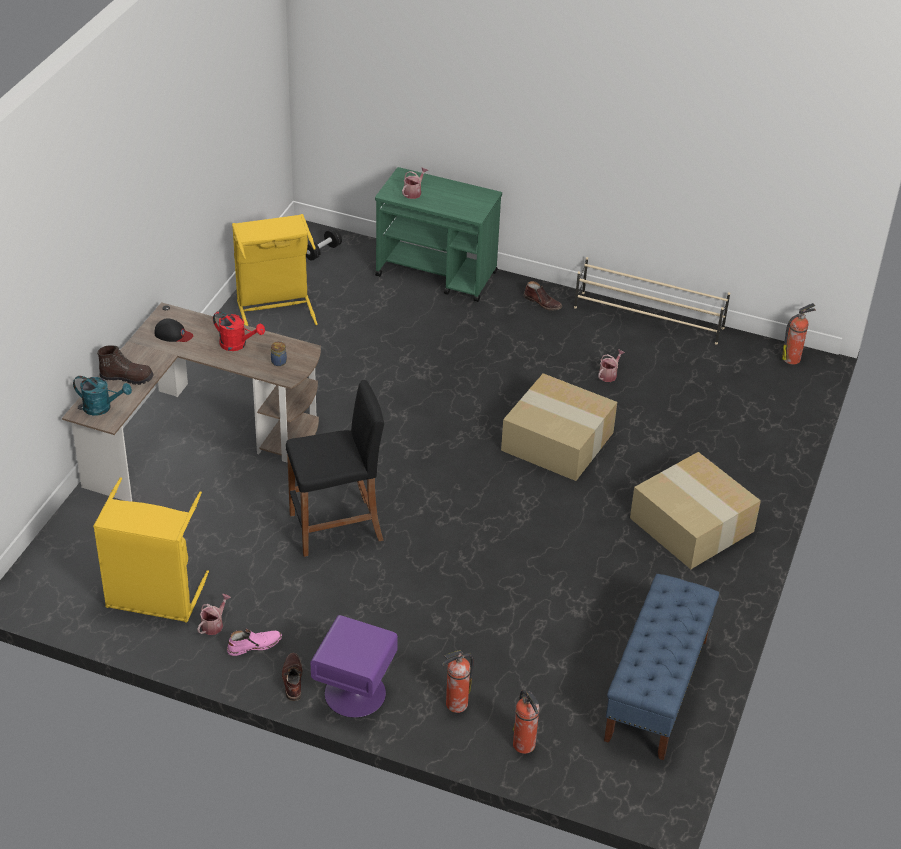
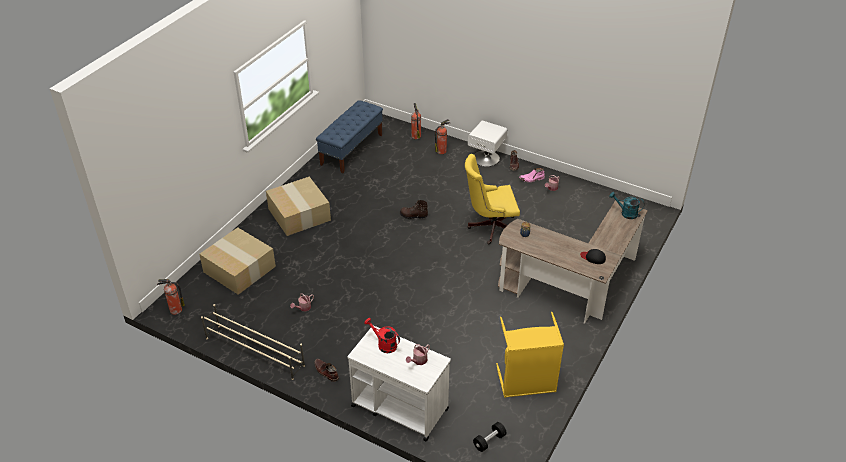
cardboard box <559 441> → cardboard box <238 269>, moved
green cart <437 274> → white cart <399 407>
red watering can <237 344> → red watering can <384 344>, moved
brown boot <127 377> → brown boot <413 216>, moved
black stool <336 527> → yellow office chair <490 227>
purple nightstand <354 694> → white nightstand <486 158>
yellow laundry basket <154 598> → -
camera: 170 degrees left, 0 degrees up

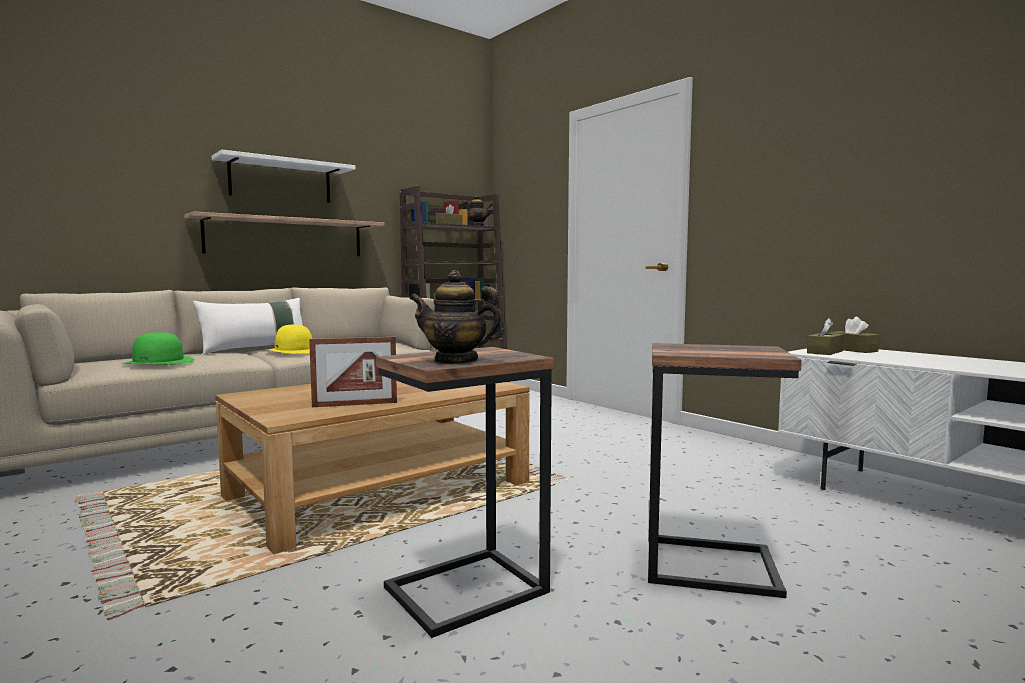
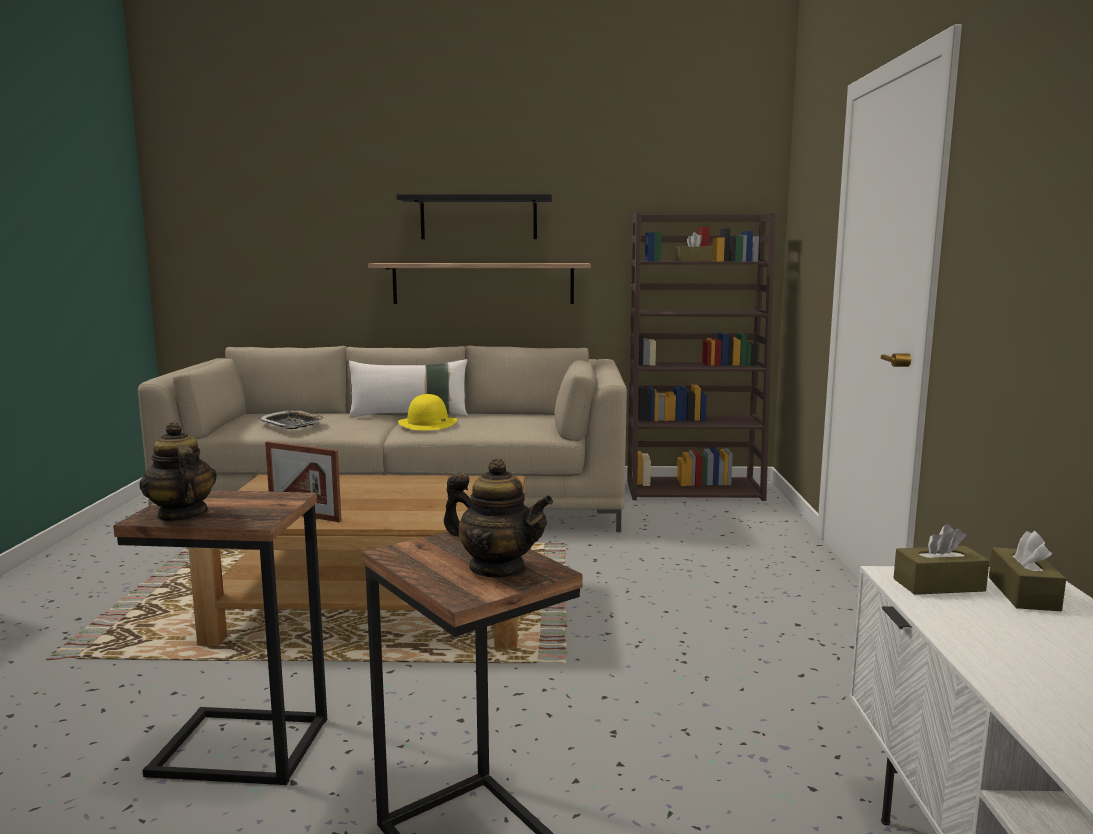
green hat <159 362> → tray <292 424>
white shelf <281 181> → black shelf <478 218>
teapot <476 226> → teapot <498 569>, moved
camera: 40 degrees right, 5 degrees up

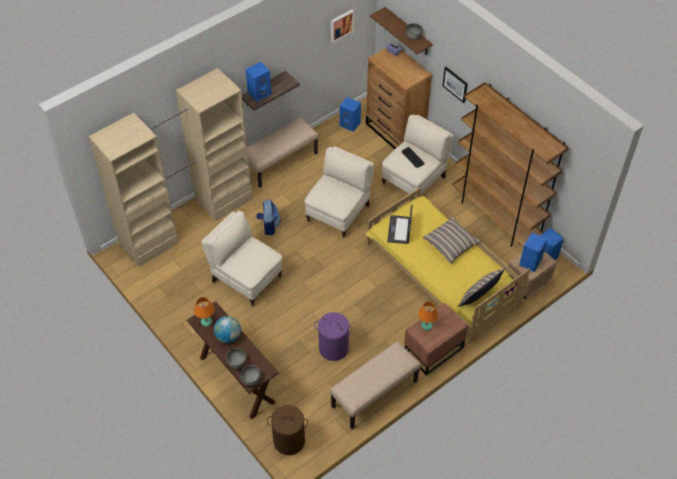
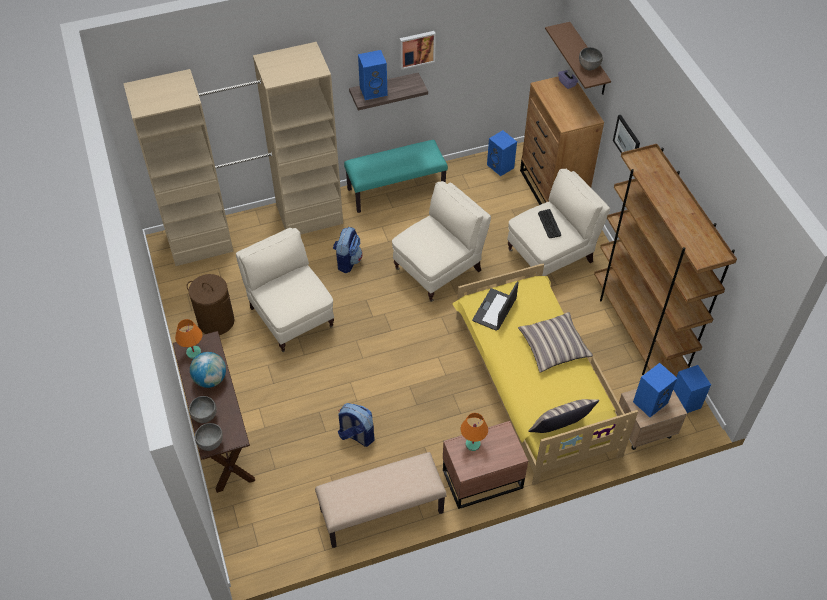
brown laundry basket <289 441> → brown laundry basket <216 321>, moved
purple laundry basket <333 348> → backpack <356 435>
beige bench <280 162> → turquoise bench <396 189>
picture <341 25> → picture <416 49>, moved
camera: 20 degrees right, 0 degrees up

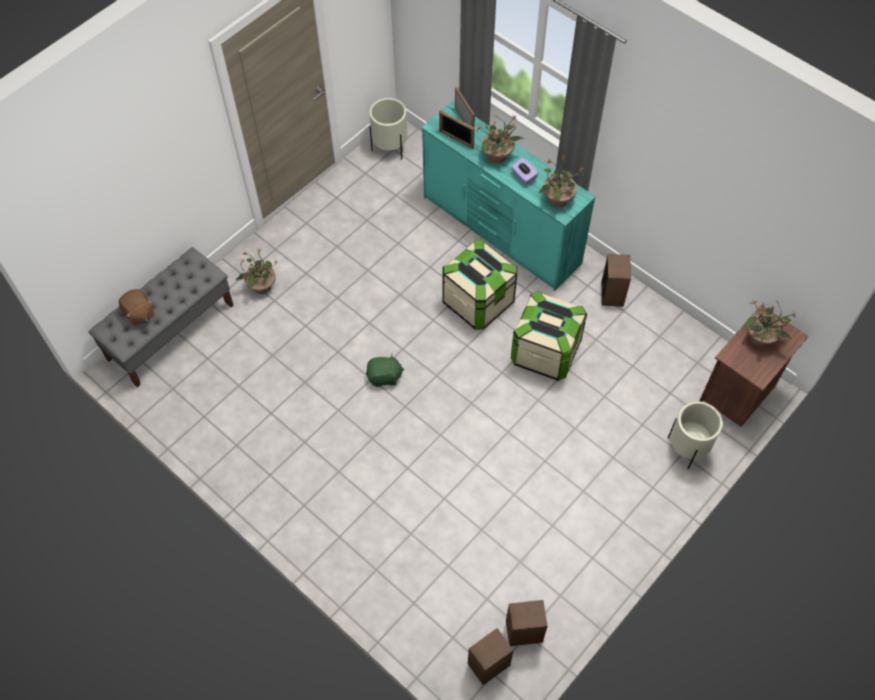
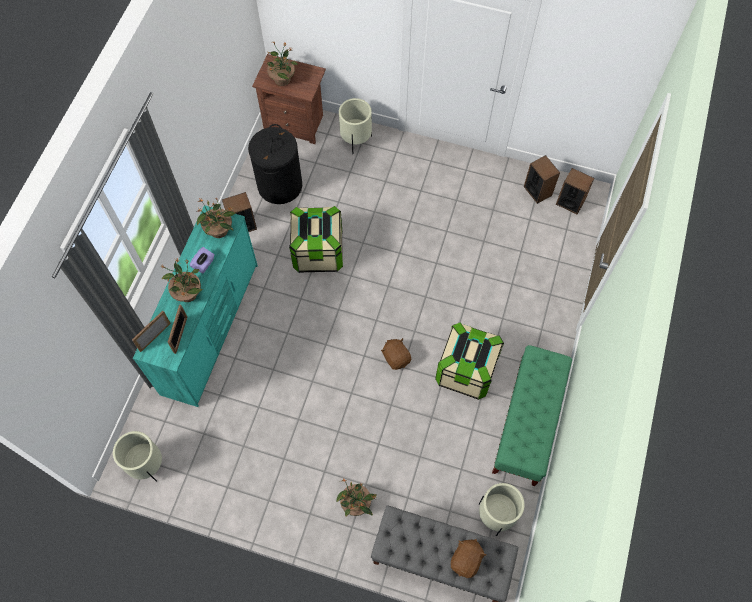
- → black laundry basket <279 185>
green plush toy <384 377> → brown plush toy <396 357>
storage box <478 301> → storage box <466 371>, moved
- → beige planter <496 515>
- → green bench <526 424>
camera: 115 degrees left, 5 degrees up

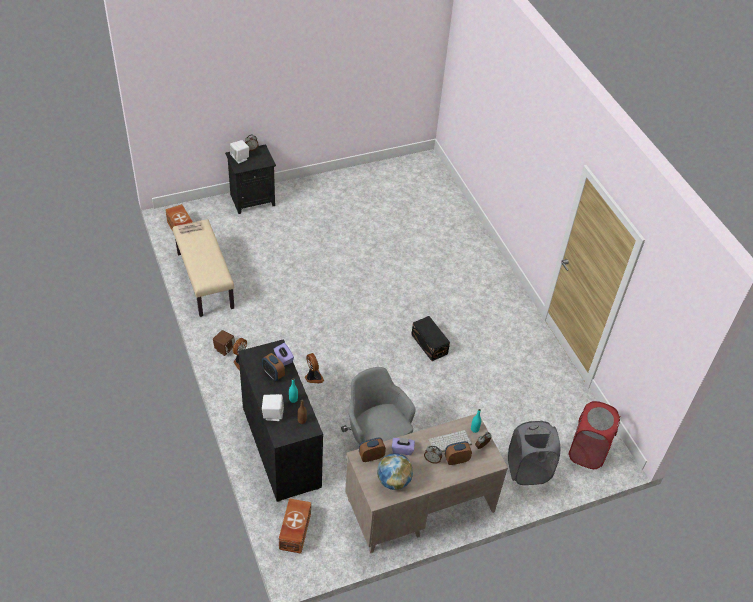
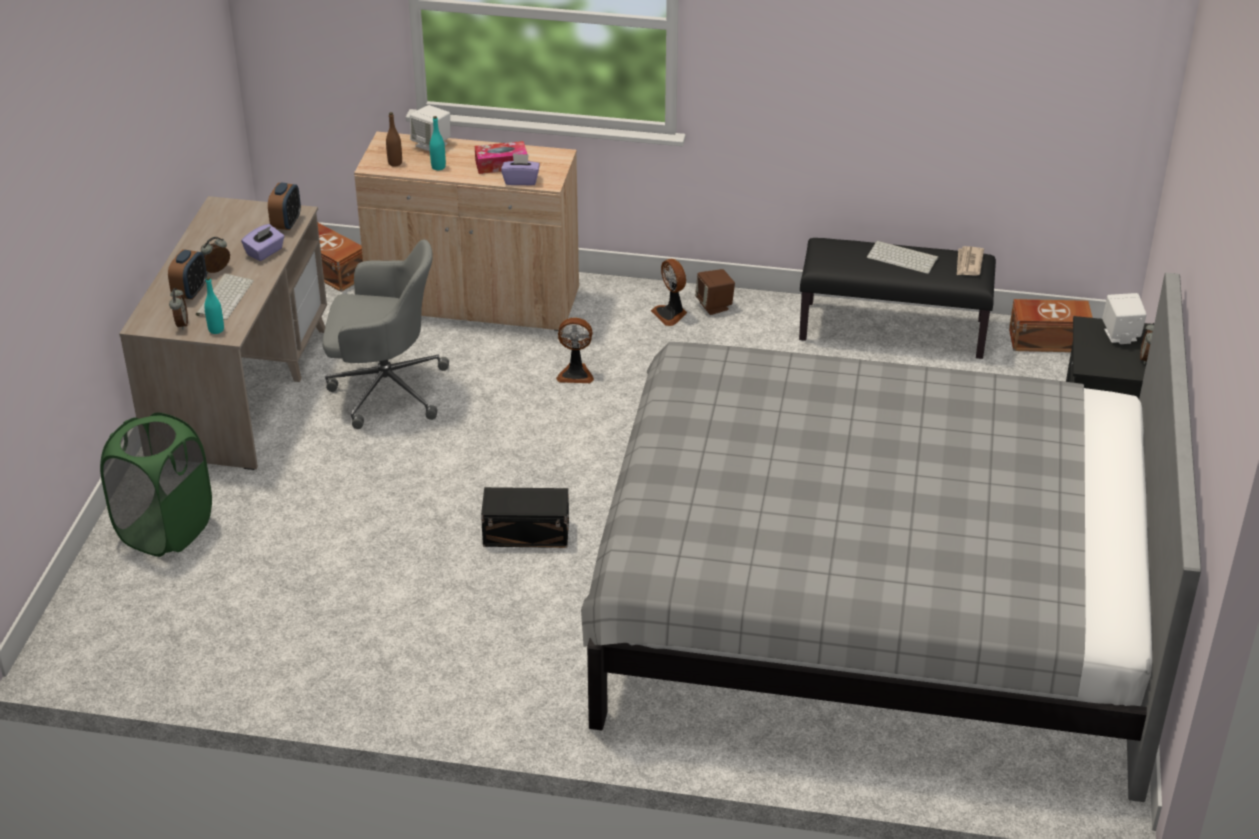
grey laundry basket <528 470> → green laundry basket <165 530>
black cabinet <281 447> → beige cabinet <474 301>
alarm clock <273 374> → tissue box <501 164>
- → grey bed <876 602>
beige bench <204 280> → black bench <893 329>
- → keyboard <903 258>
globe <393 480> → -
red laundry basket <587 451> → -
camera: 125 degrees right, 10 degrees down

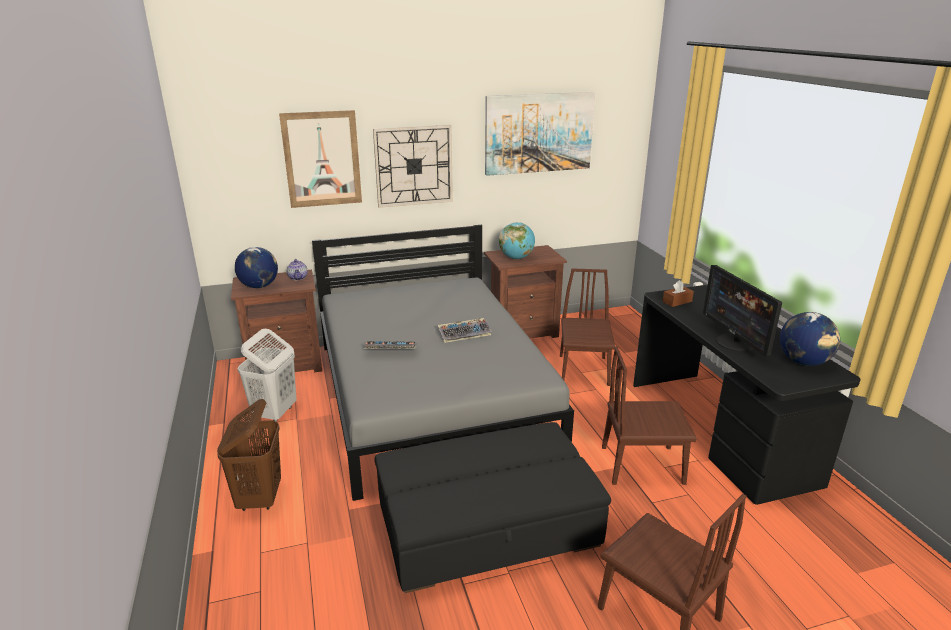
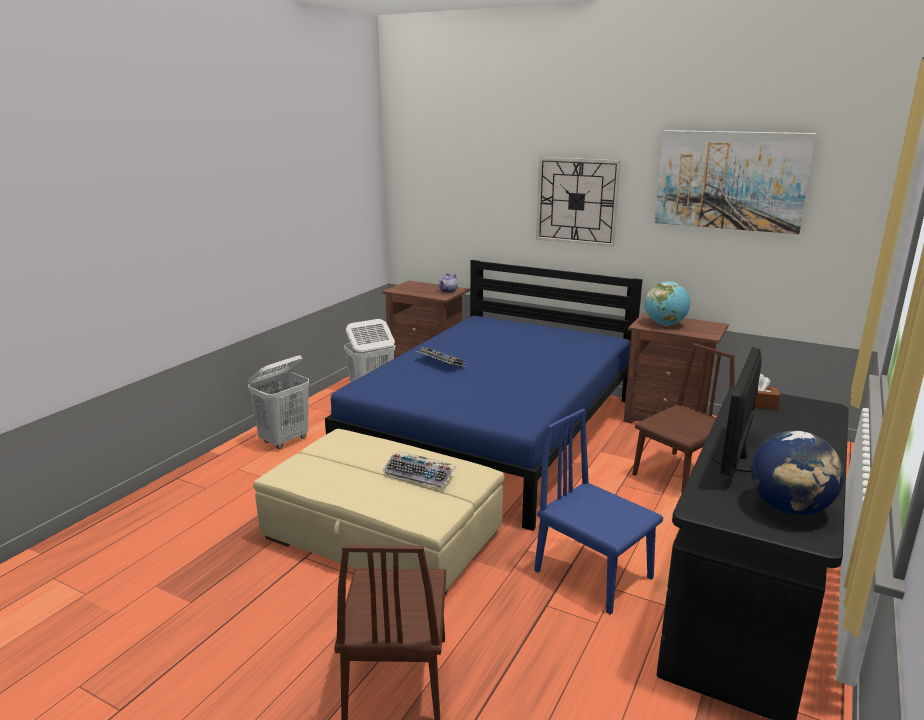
brown laundry basket <260 498> → white laundry basket <285 440>
black ottoman <487 526> → beige ottoman <382 535>
grey bed <431 395> → blue bed <495 432>
keyboard <465 334> → keyboard <420 475>, moved
brown chair <642 465> → blue chair <593 574>
globe <259 286> → -
picture <322 159> → -
camera: 45 degrees right, 5 degrees down

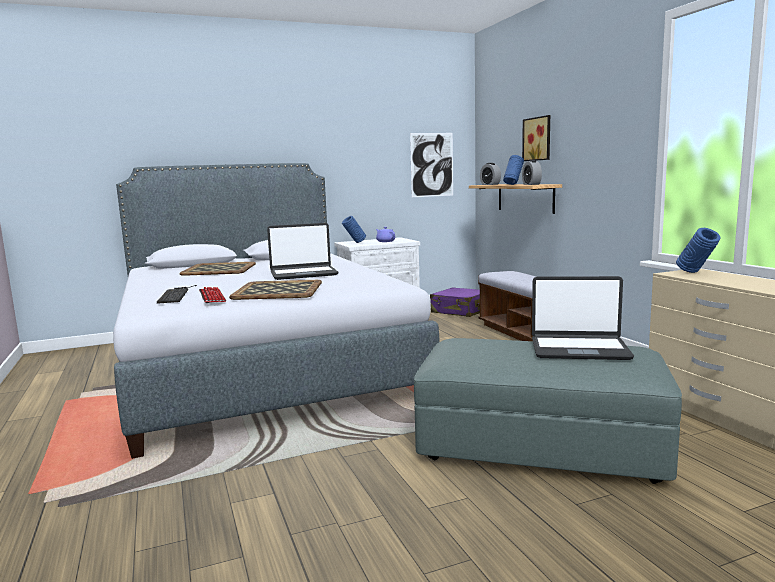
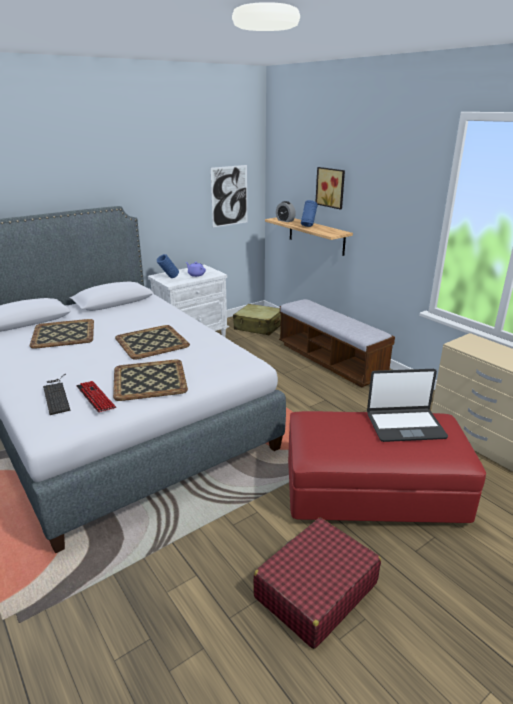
laptop <303 274> → tray <152 342>
purple suitcase <461 311> → beige suitcase <258 327>
- → red suitcase <315 590>
grey ottoman <540 445> → red ottoman <372 491>
alarm clock <531 184> → -
blue vase <696 273> → -
camera: 15 degrees left, 15 degrees up

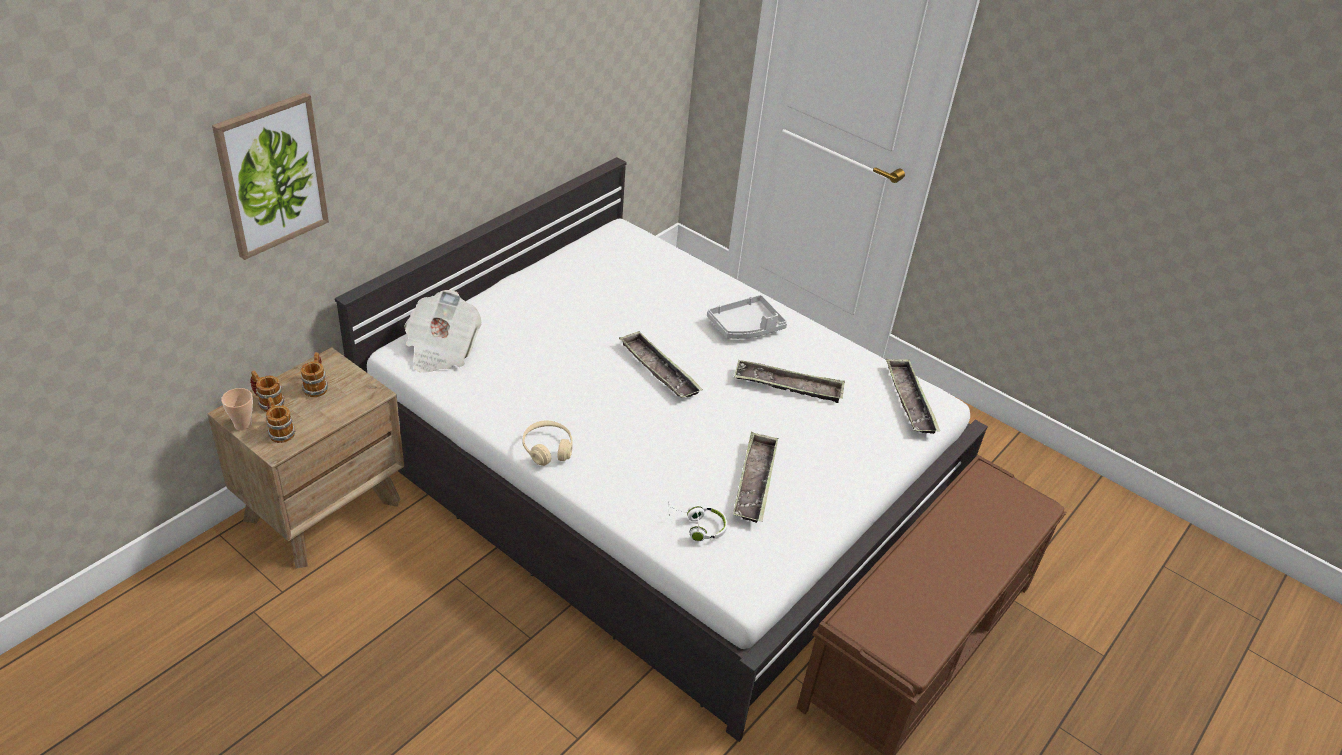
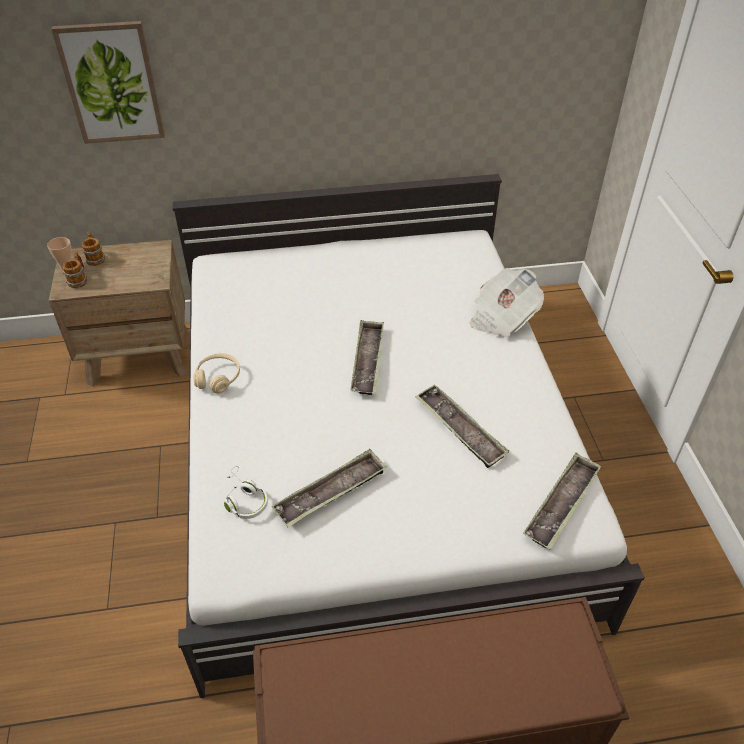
newspaper <441 349> → newspaper <502 317>, moved
mug <317 386> → -
grey tray <746 327> → -
camera: 45 degrees right, 5 degrees up

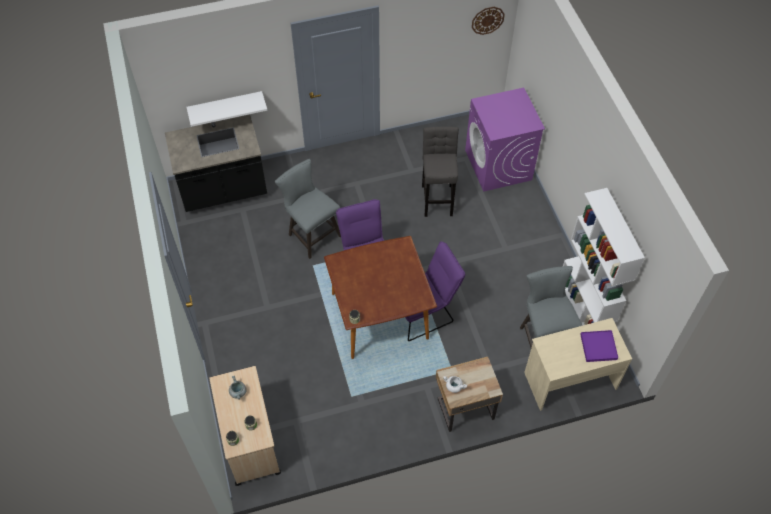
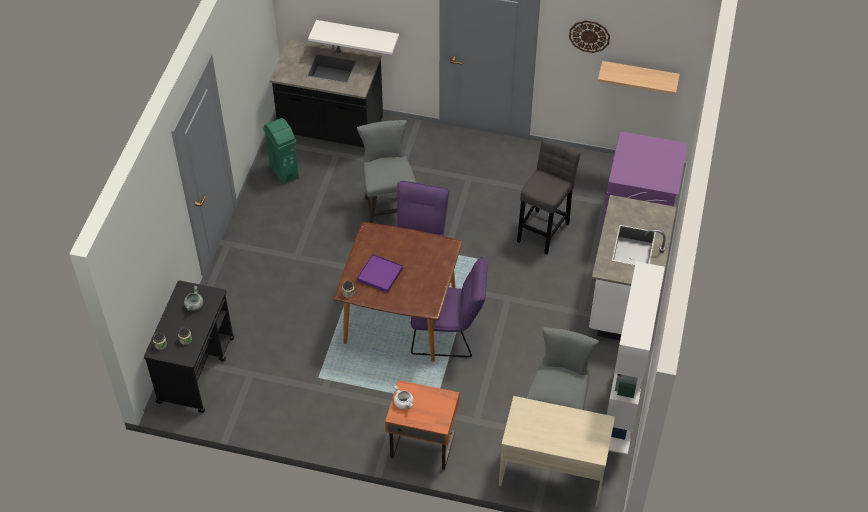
beige cart <250 440> → black cart <196 369>
- → green trash can <284 172>
purple tray <598 347> → purple tray <380 274>, moved
beige nightstand <464 407> → orange nightstand <422 443>
wall clock <487 20> → wall clock <589 36>, moved
- → white counter <624 299>
- → shelf <639 75>
camera: 30 degrees right, 5 degrees down

